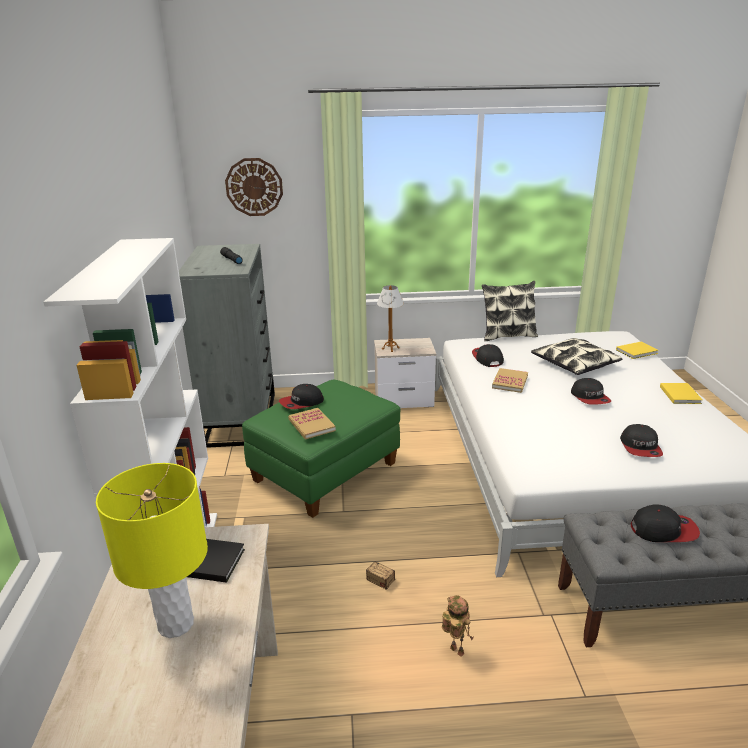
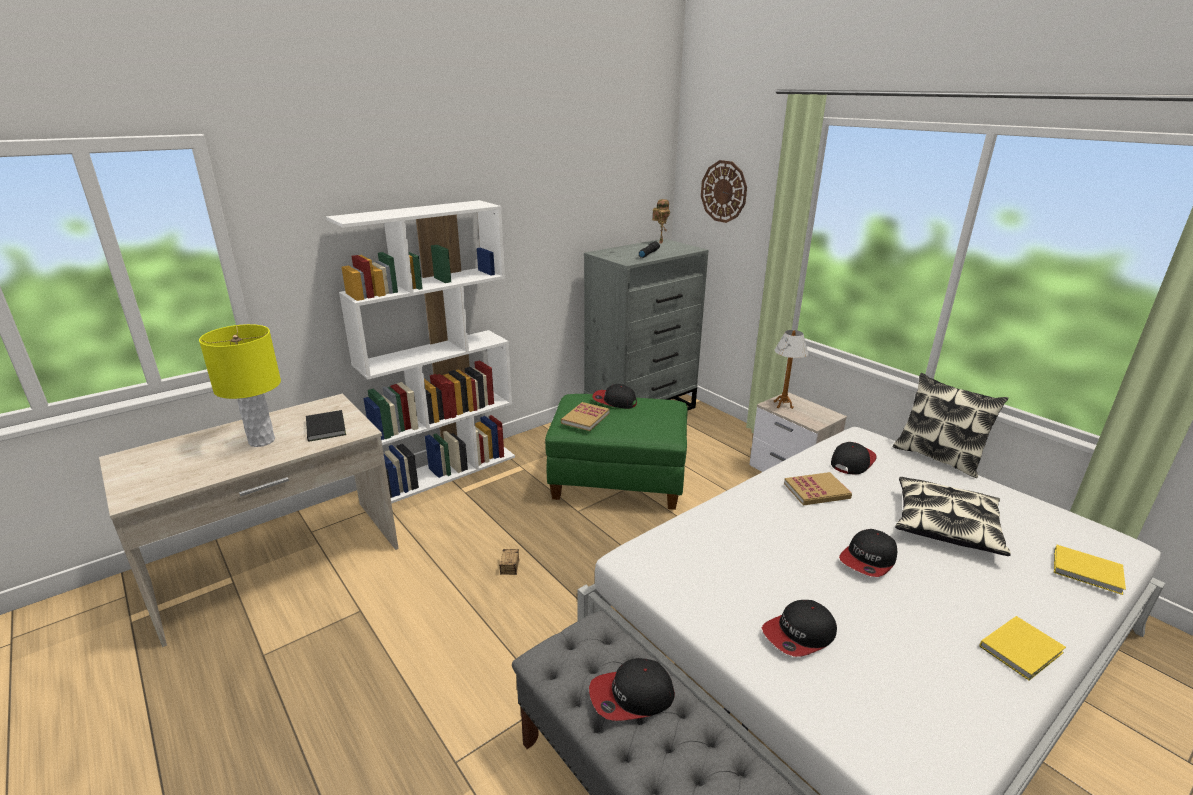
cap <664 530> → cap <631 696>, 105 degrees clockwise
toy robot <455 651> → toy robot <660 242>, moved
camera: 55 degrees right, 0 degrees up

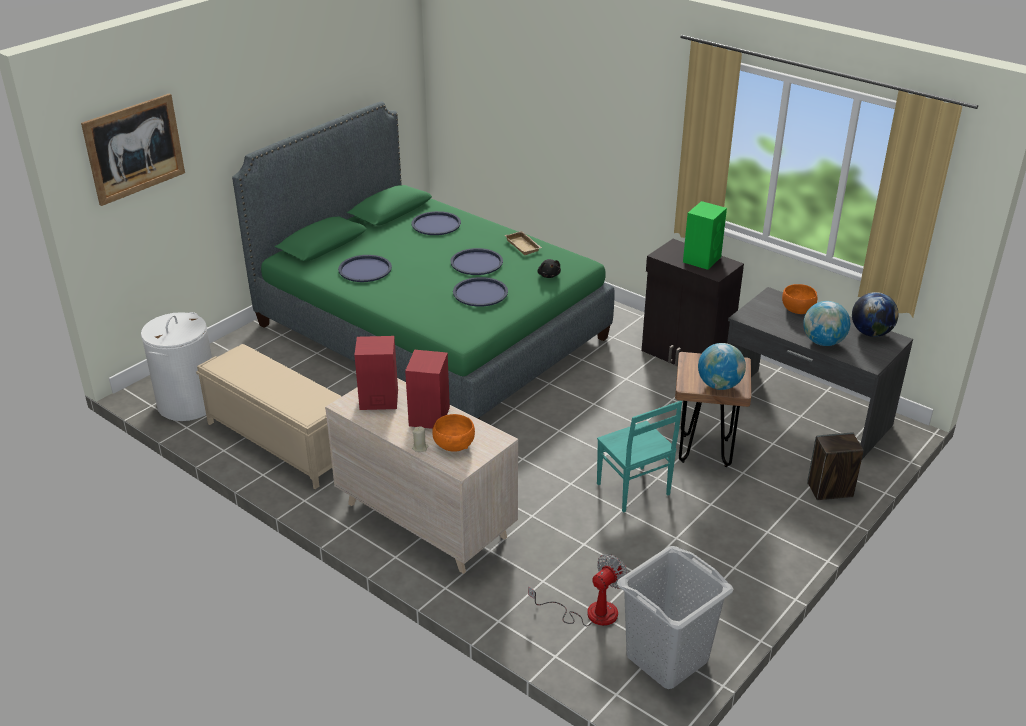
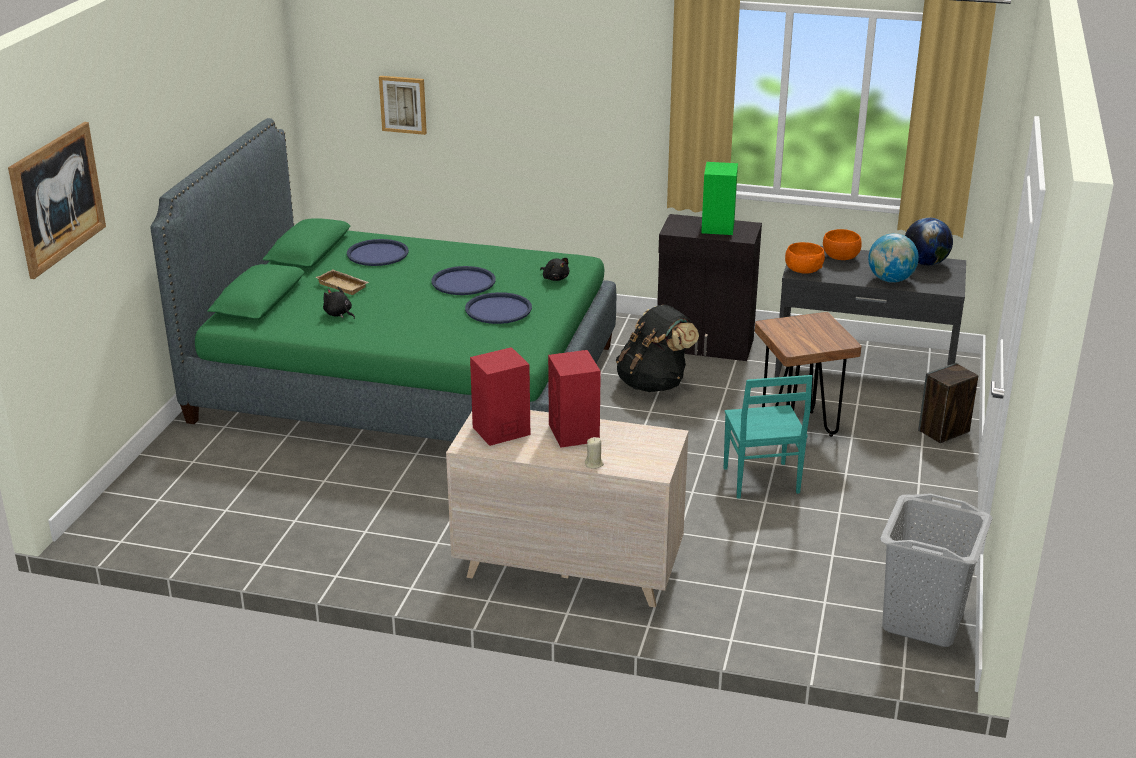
beige tray <524 246> → beige tray <344 285>, moved
blue tray <365 269> → black plush toy <339 314>
- → picture <403 104>
- → black backpack <654 384>
turquoise chair <633 490> → turquoise chair <760 481>, 45 degrees clockwise
orange bowl <453 445> → orange bowl <803 270>, moved
white laundry basket <188 403> → -
beige bench <279 441> → -
fan <590 613> → -
globe <719 385> → -
camera: 25 degrees left, 5 degrees down

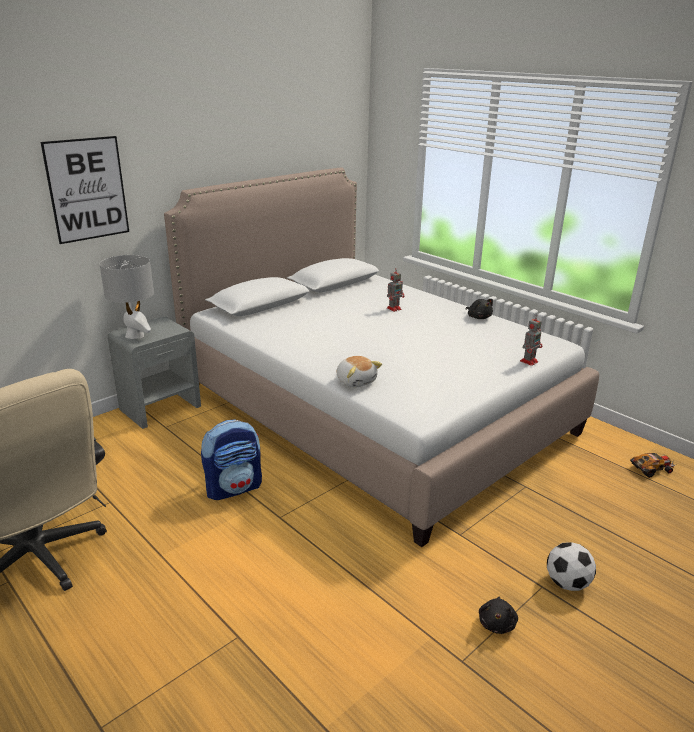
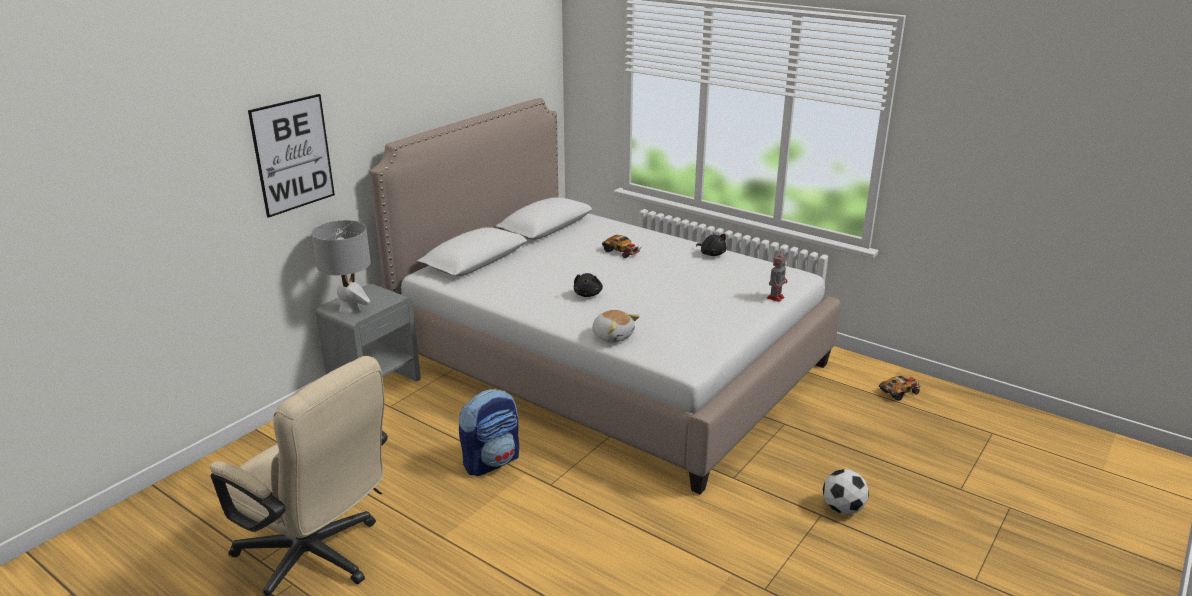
black plush toy <497 623> → black plush toy <588 294>, moved
toy robot <394 308> → toy car <622 251>
camera: 10 degrees left, 0 degrees up

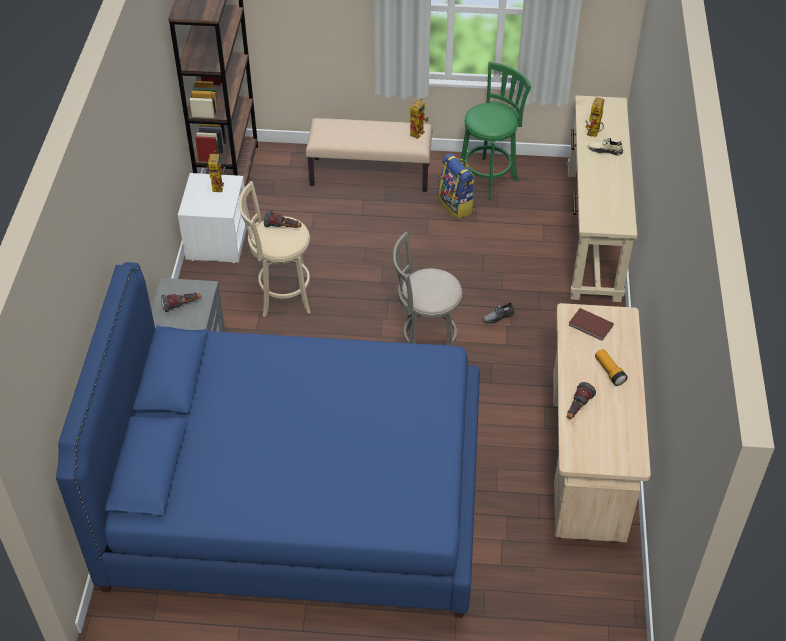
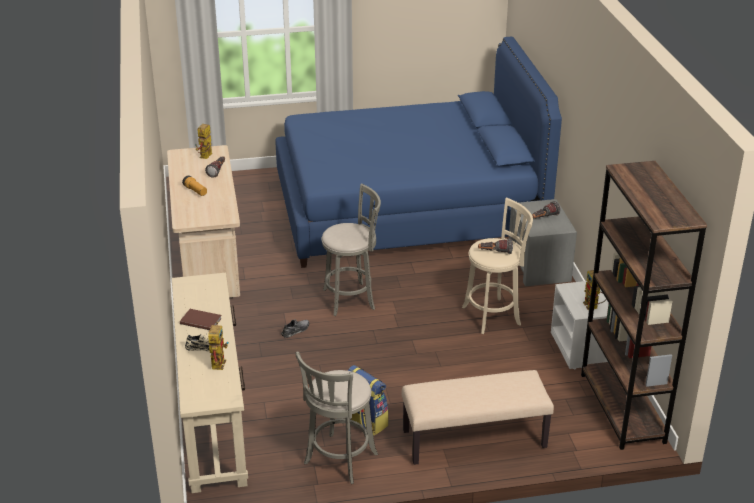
brown book <590 326> → brown book <200 320>, moved
toy robot <417 131> → toy robot <205 157>, moved
green stool <489 177> → grey stool <338 461>
camera: 165 degrees right, 15 degrees down

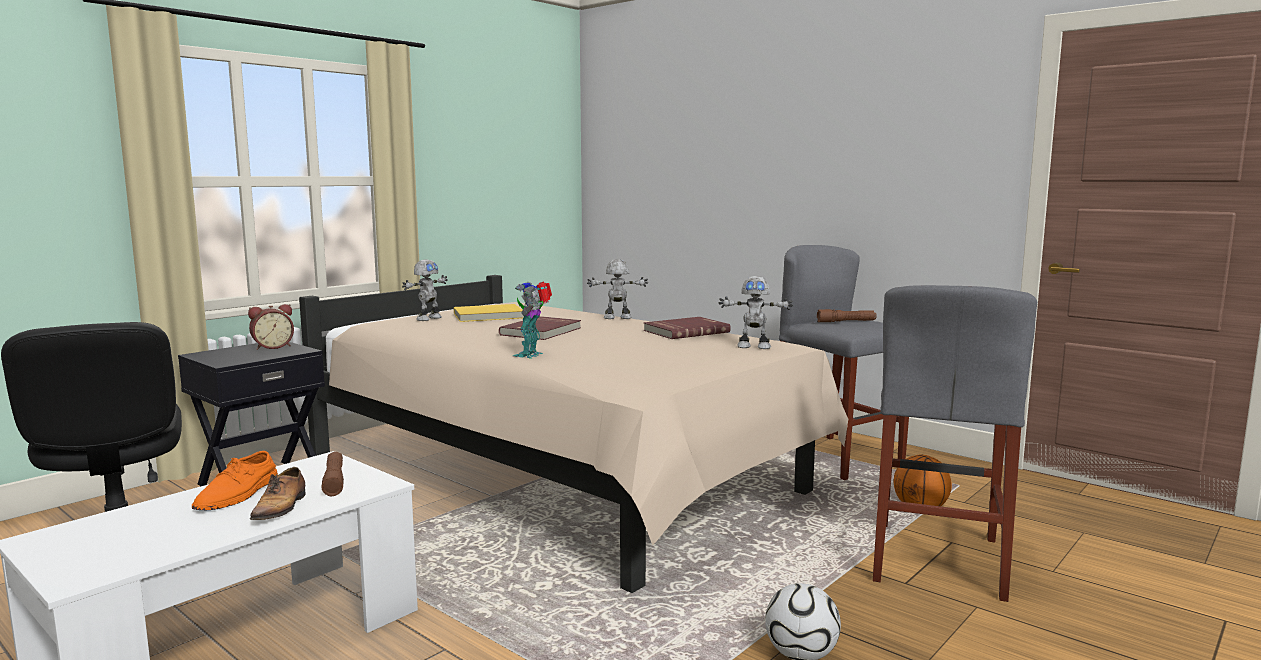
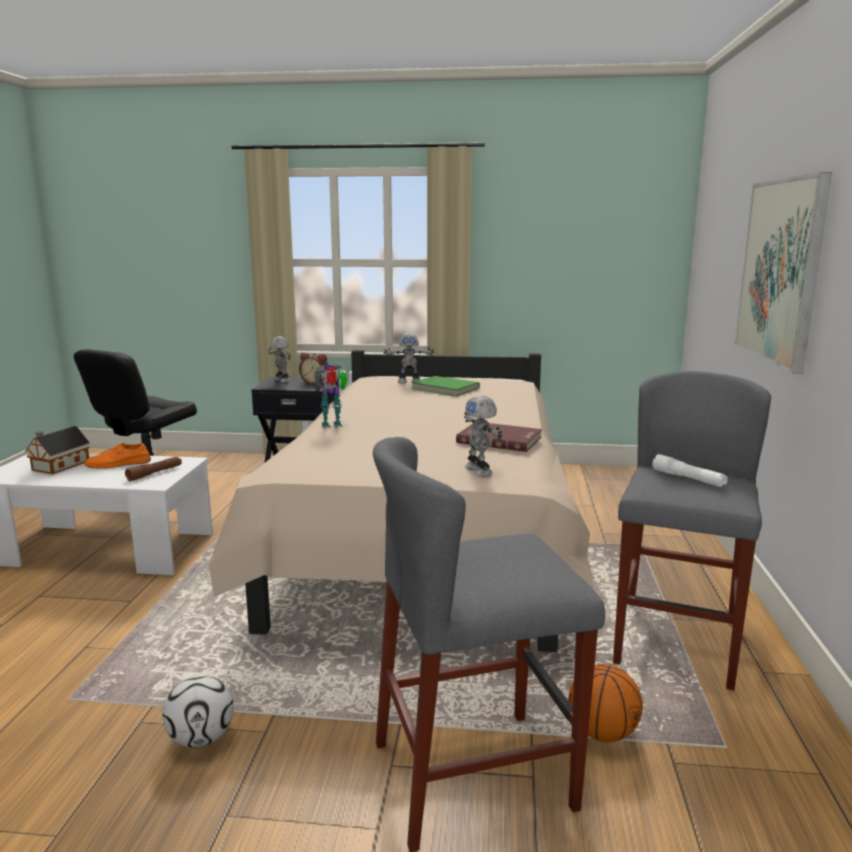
- → toy house <58 466>
toy robot <617 318> → toy robot <281 380>, moved
yellow book <488 316> → green book <444 389>
brown flashlight <846 322> → white flashlight <688 479>
- → picture <780 270>
shoe <280 508> → -
red book <542 331> → -
camera: 55 degrees right, 5 degrees up

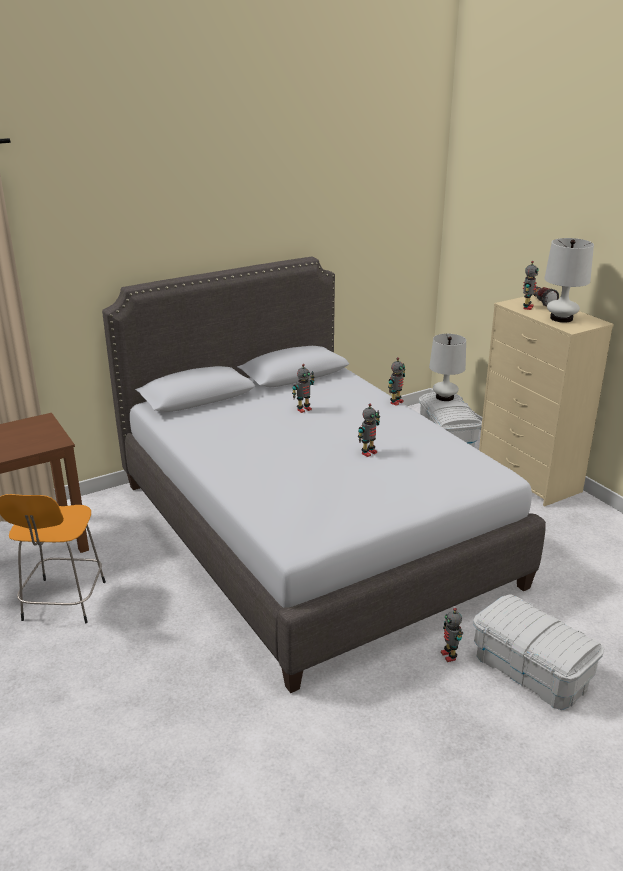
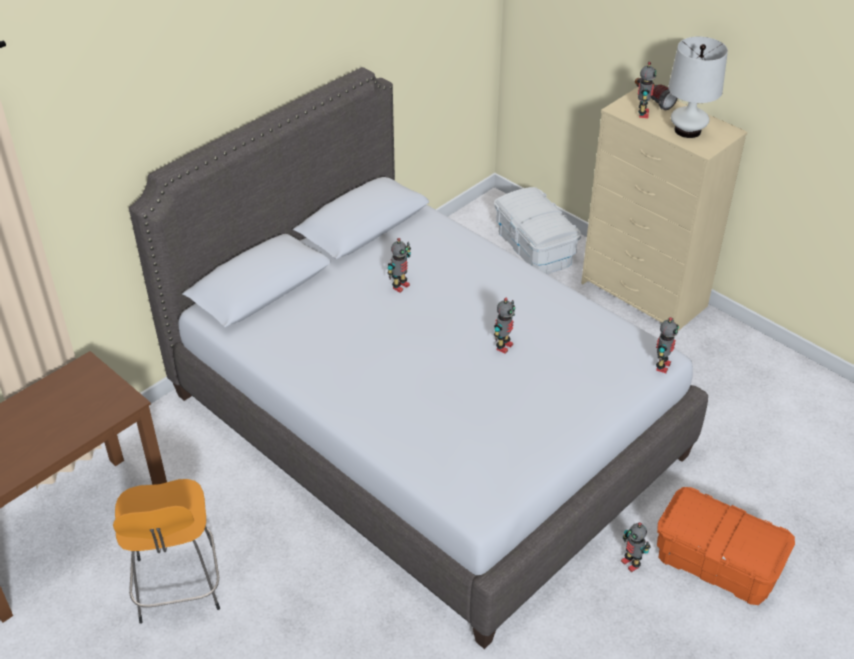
toy robot <395 402> → toy robot <661 366>, moved
white storage box <530 670> → orange storage box <716 563>
white table lamp <444 397> → -
camera: 15 degrees left, 15 degrees up

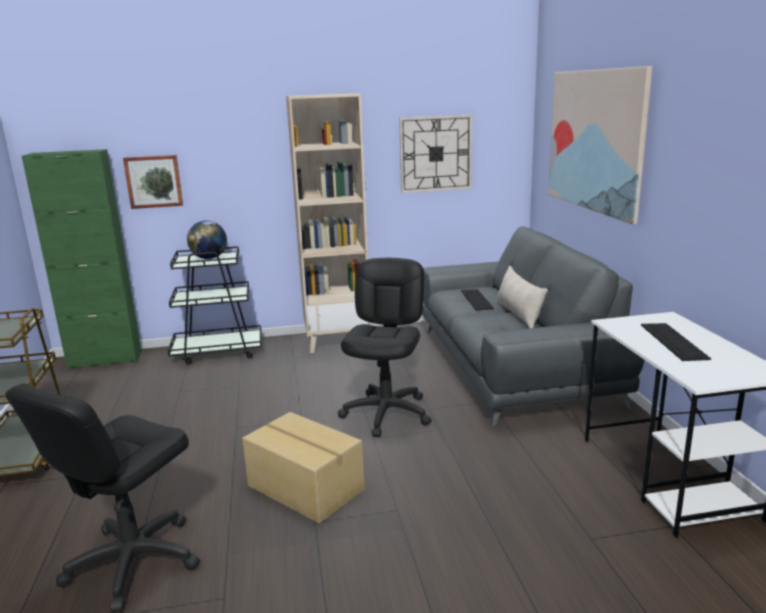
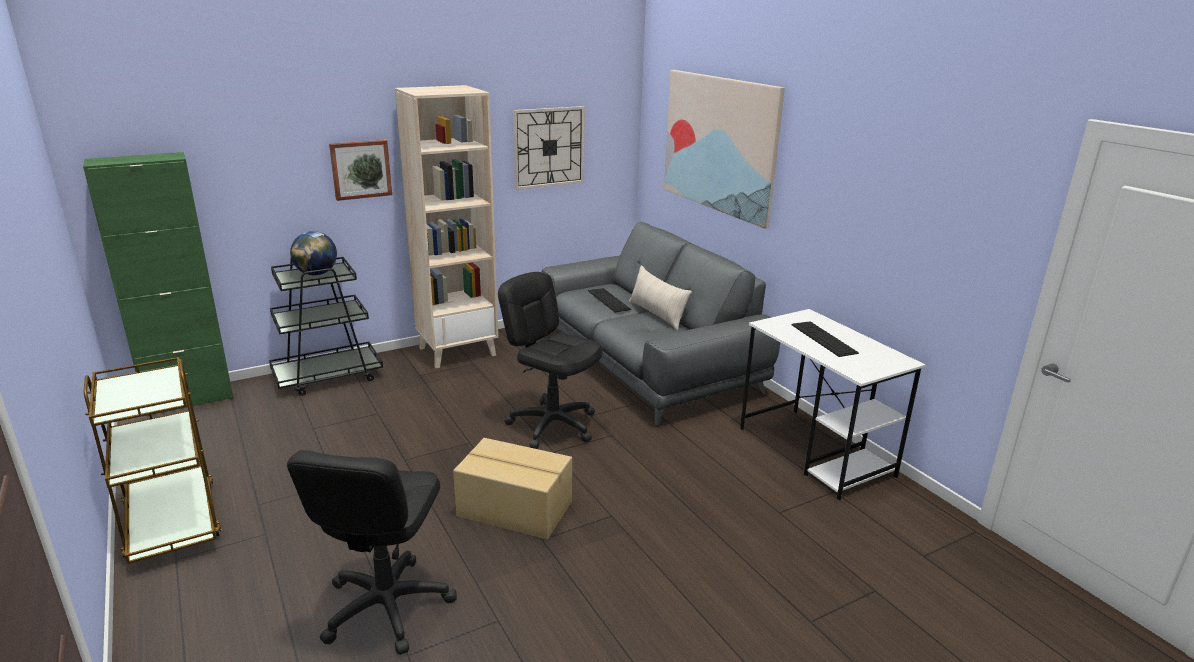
picture <154 181> → picture <360 169>, moved
black office chair <387 413> → black office chair <552 425>, 45 degrees counterclockwise
camera: 20 degrees left, 5 degrees up

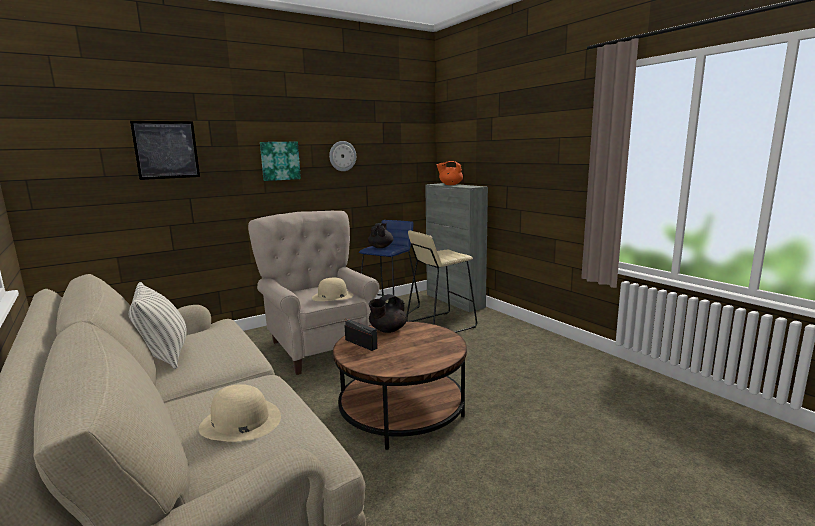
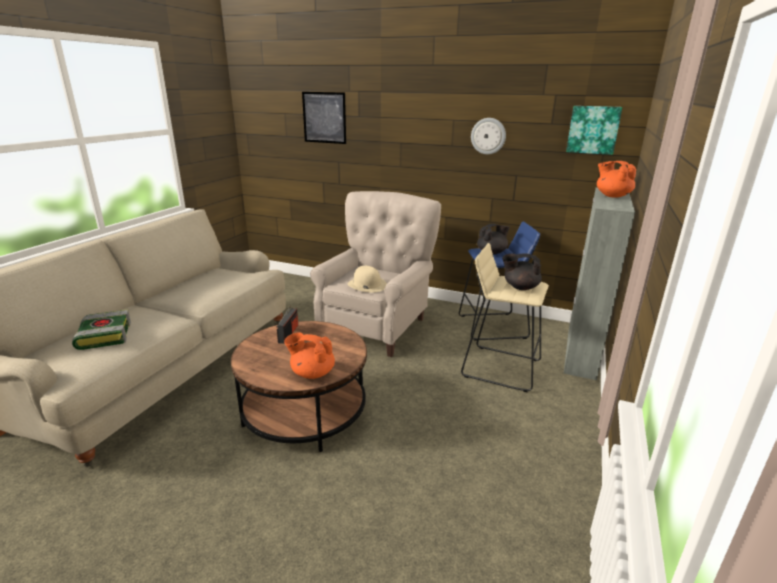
beige hat <240 422> → book <104 335>
- → orange teapot <312 373>
black teapot <387 330> → black teapot <520 287>, moved
picture <280 161> → picture <593 130>, moved
pillow <164 356> → -
camera: 55 degrees right, 10 degrees up

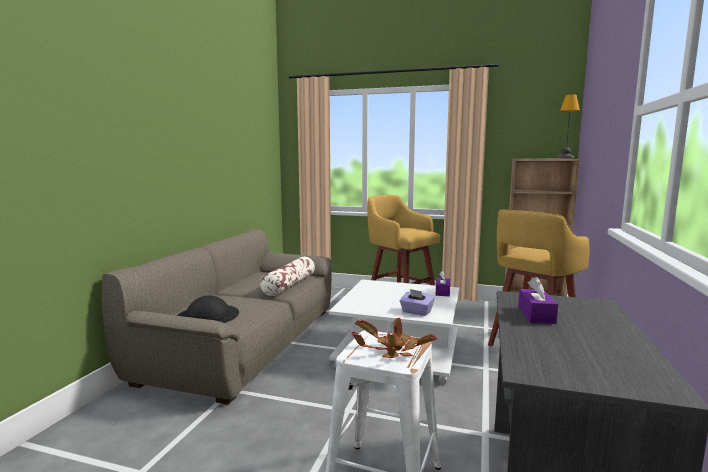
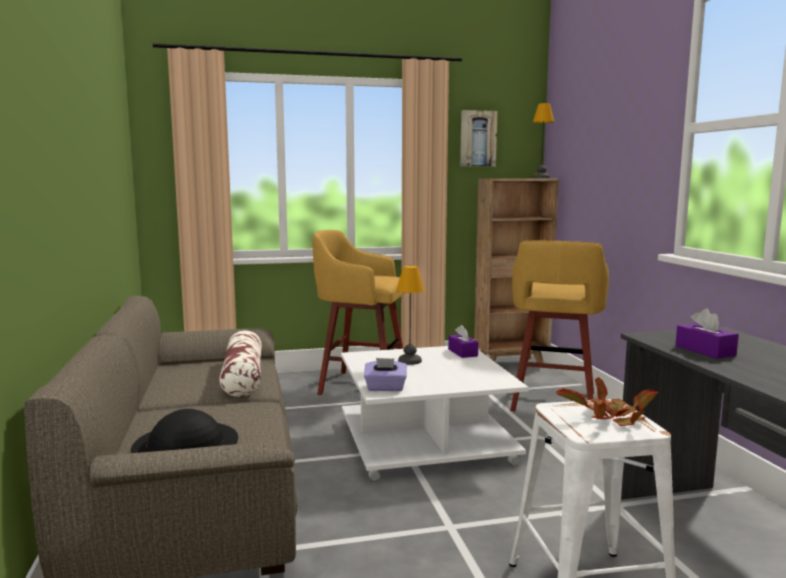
purple tissue box <416 312> → purple tissue box <385 388>, moved
- → table lamp <410 361>
- → picture <477 138>
camera: 30 degrees left, 0 degrees up

